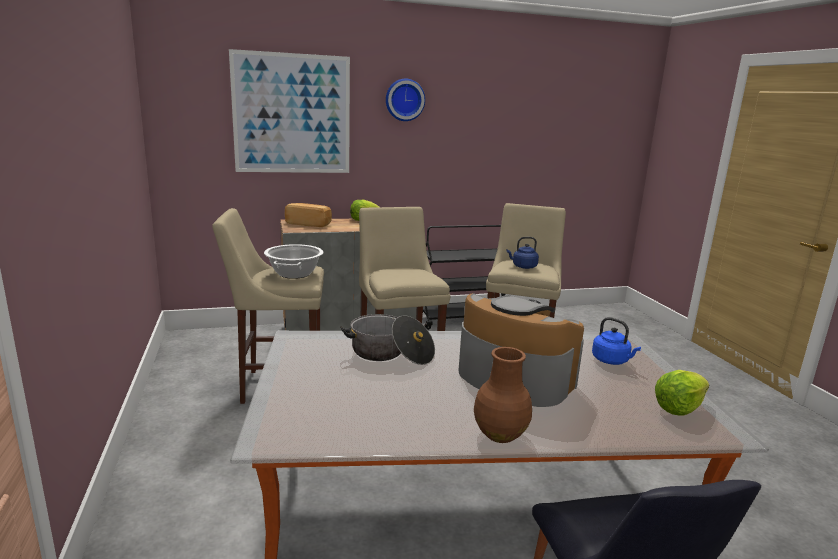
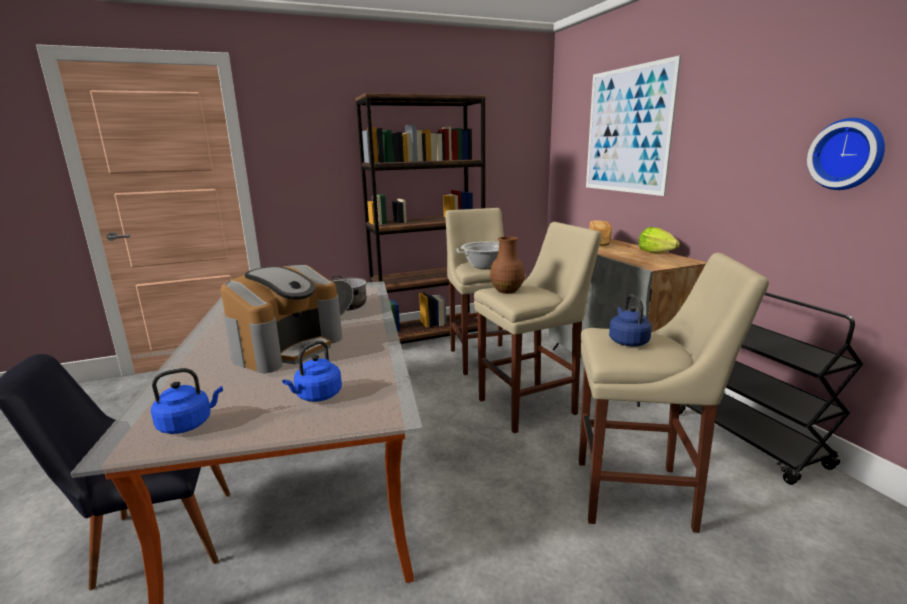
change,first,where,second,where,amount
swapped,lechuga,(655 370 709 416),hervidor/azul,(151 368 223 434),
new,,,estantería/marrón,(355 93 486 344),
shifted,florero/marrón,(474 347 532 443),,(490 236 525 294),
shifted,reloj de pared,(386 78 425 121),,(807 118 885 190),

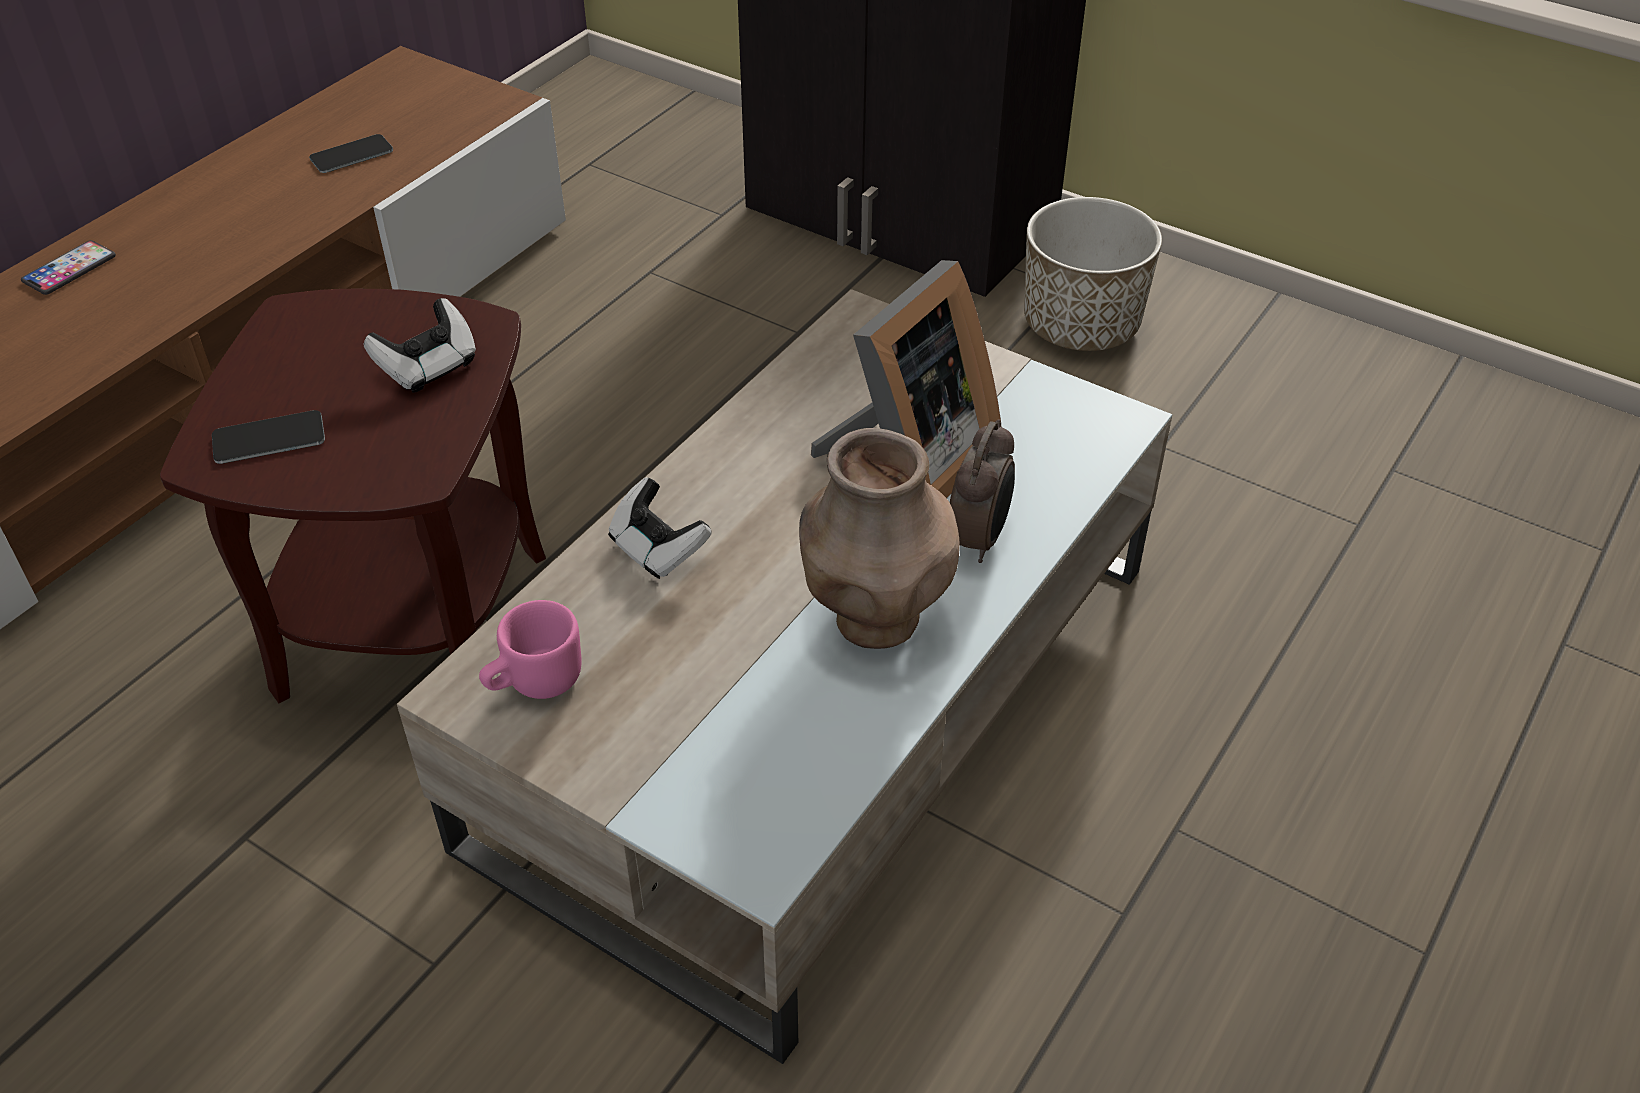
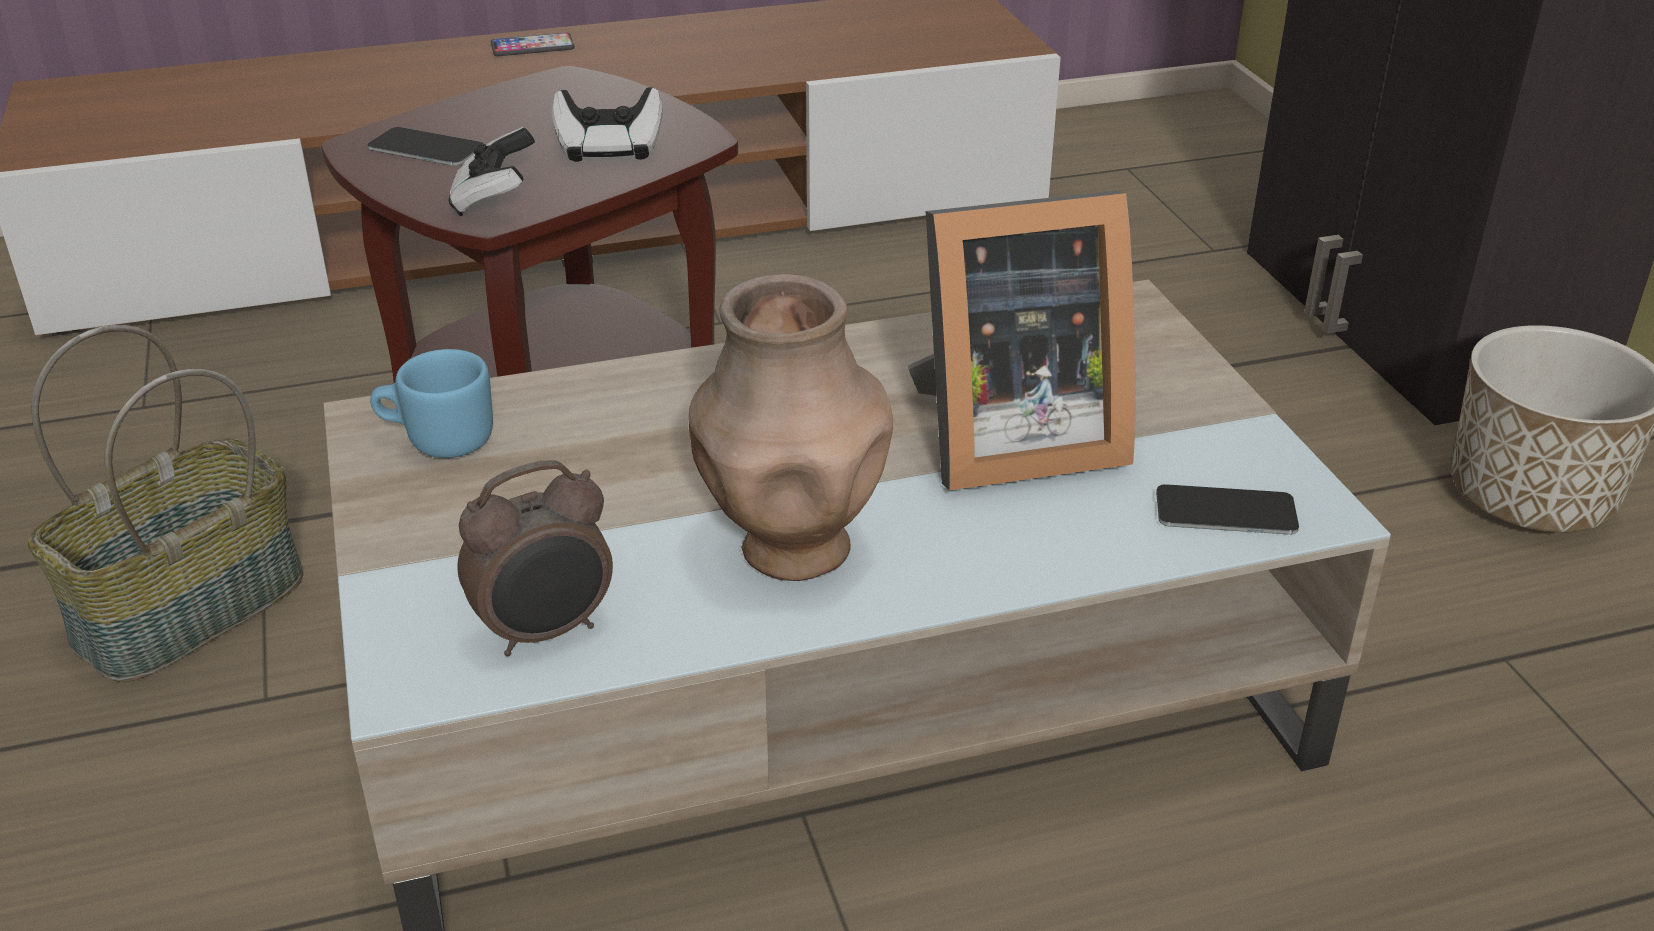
change,first,where,second,where,amount
new,,,cesta,(28 325 303 683),
repainted,taza grande/rosa,(479 600 582 699),taza grande/azul,(370 349 493 458),
shifted,mando de consola,(608 477 712 579),,(449 127 535 216),
shifted,despertador,(950 419 1015 563),,(458 460 613 656),
shifted,móvil,(309 134 393 173),,(1156 484 1299 535),

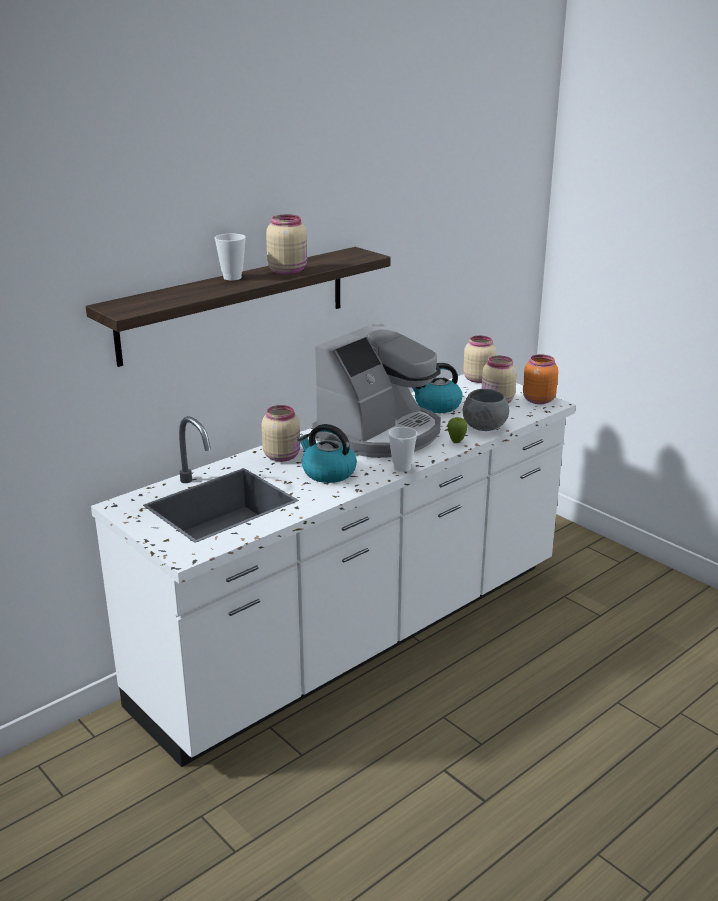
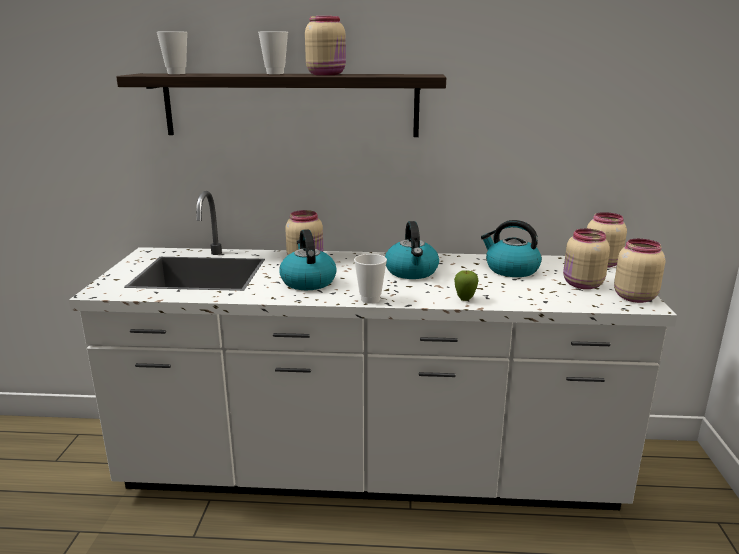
change,first,where,second,where,amount
new,,,taza,(157 31 188 74),
swapped,cafetera,(312 322 441 458),hervidor,(385 221 439 279),
repainted,tarro/naranja,(523 354 558 404),tarro/beis,(614 239 665 303),
gone,cuenco/gris,(463 389 509 431),,,

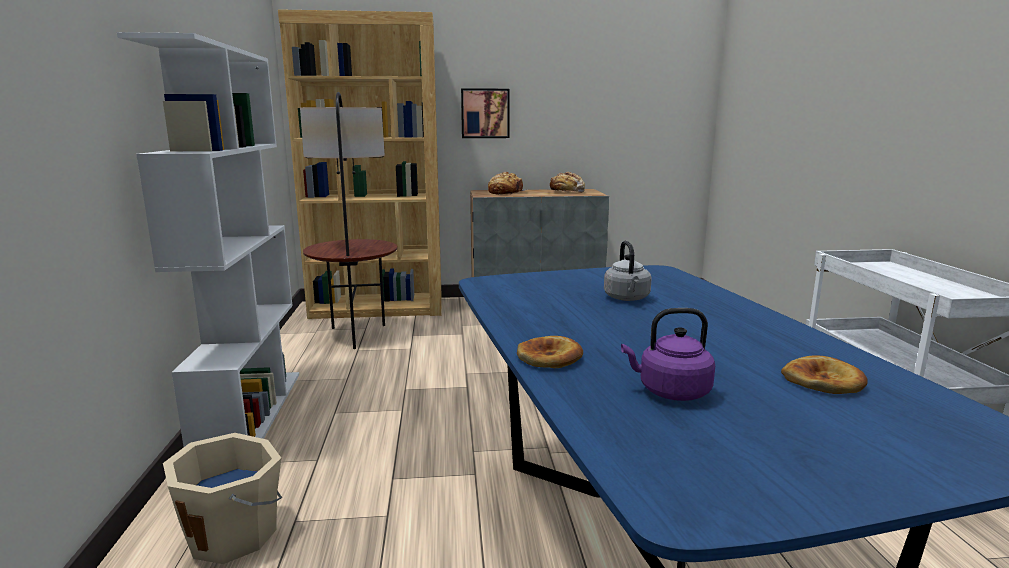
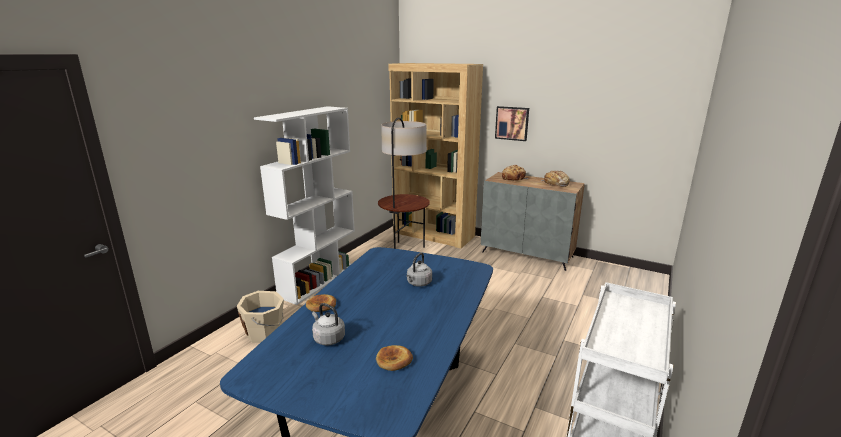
change,first,where,second,where,amount
repainted,hervidor/morado,(621 308 715 401),hervidor/gris,(312 303 345 346),

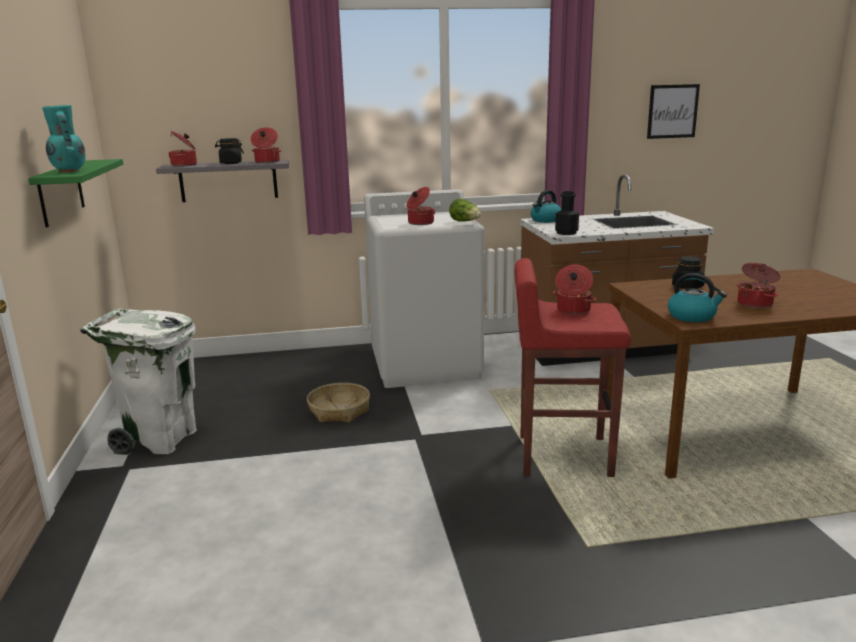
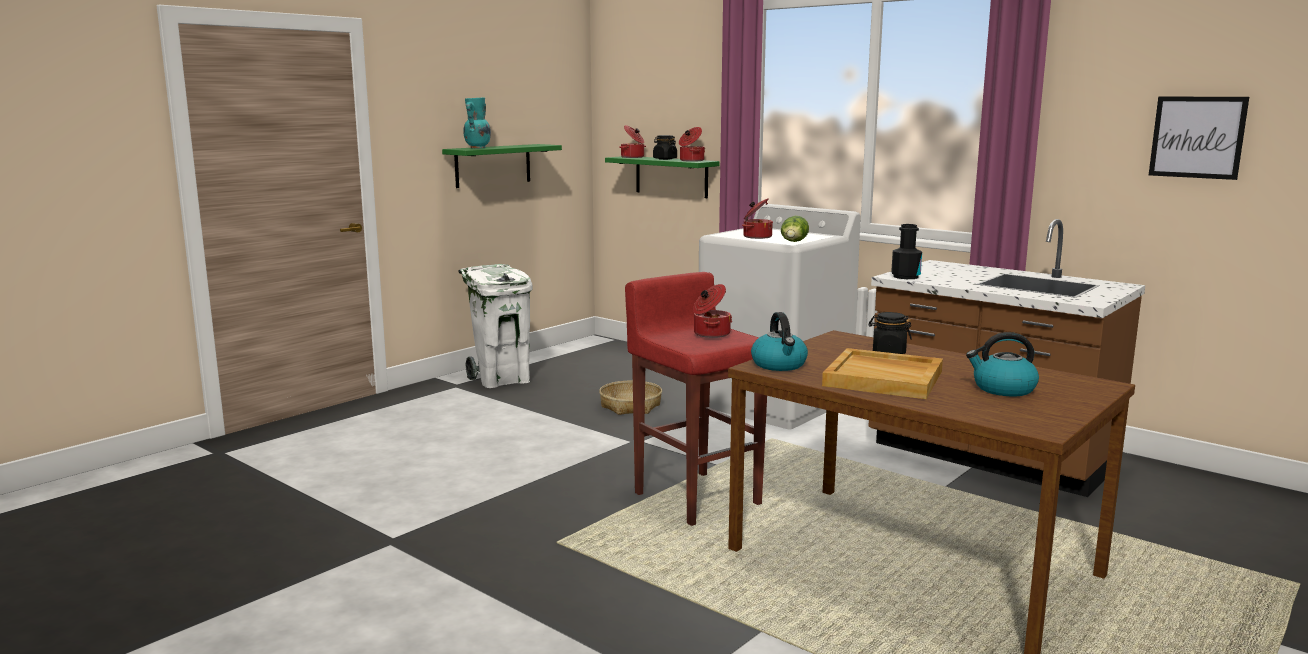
change,first,where,second,where,amount
repainted,estante/gris,(156 160 289 202),estante/verde,(605 156 720 198),
swapped,olla,(737 263 780 308),bandeja/beis,(822 348 943 399),
shifted,hervidor,(531 190 562 223),,(966 332 1039 396),

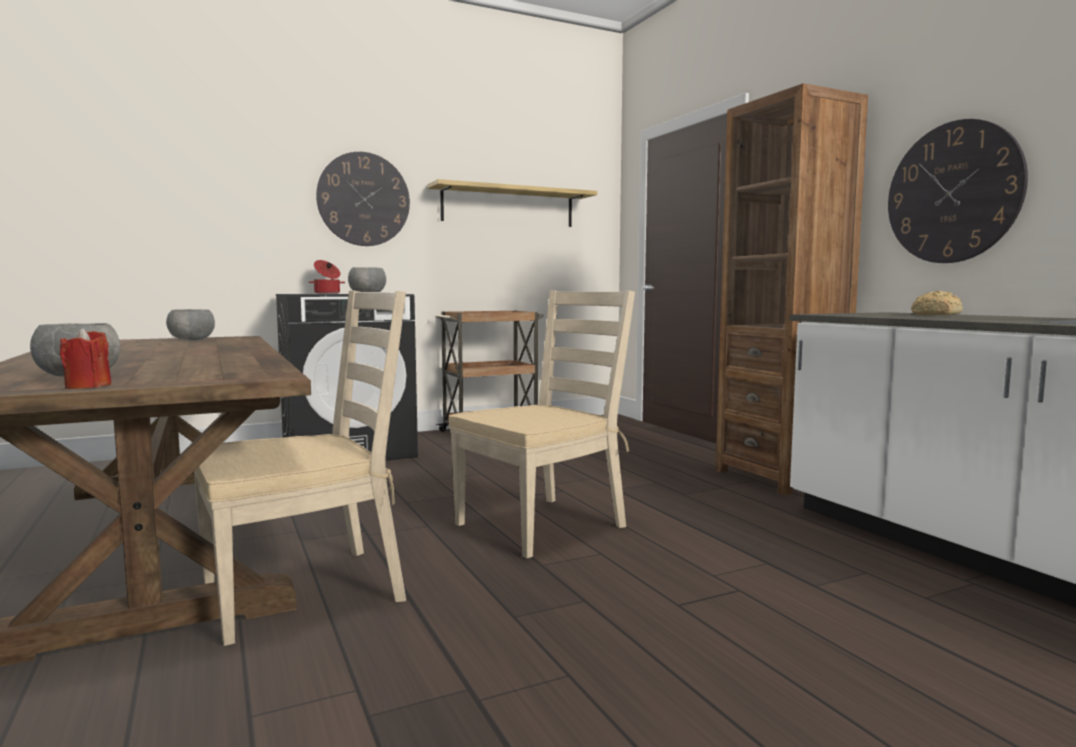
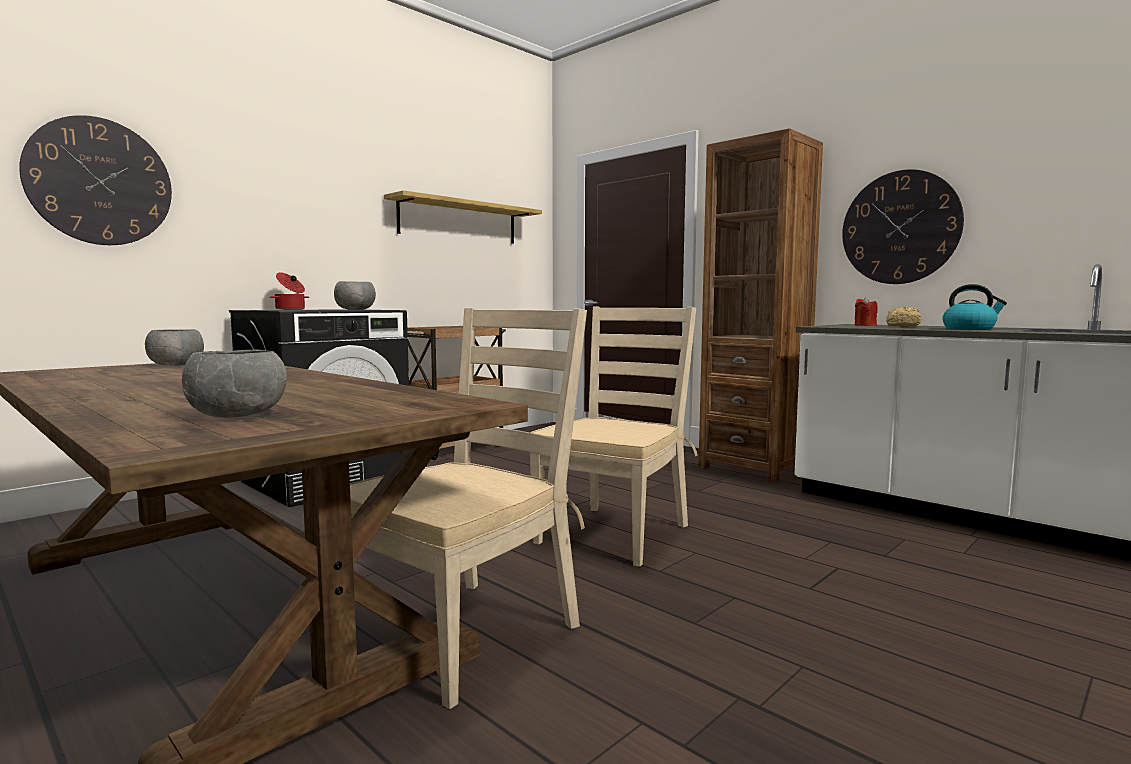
change,first,where,second,where,amount
shifted,reloj de pared,(316 152 410 246),,(19 115 172 245),
shifted,vela/rojo,(60 328 112 389),,(855 297 878 326),
new,,,hervidor,(942 284 1007 330),

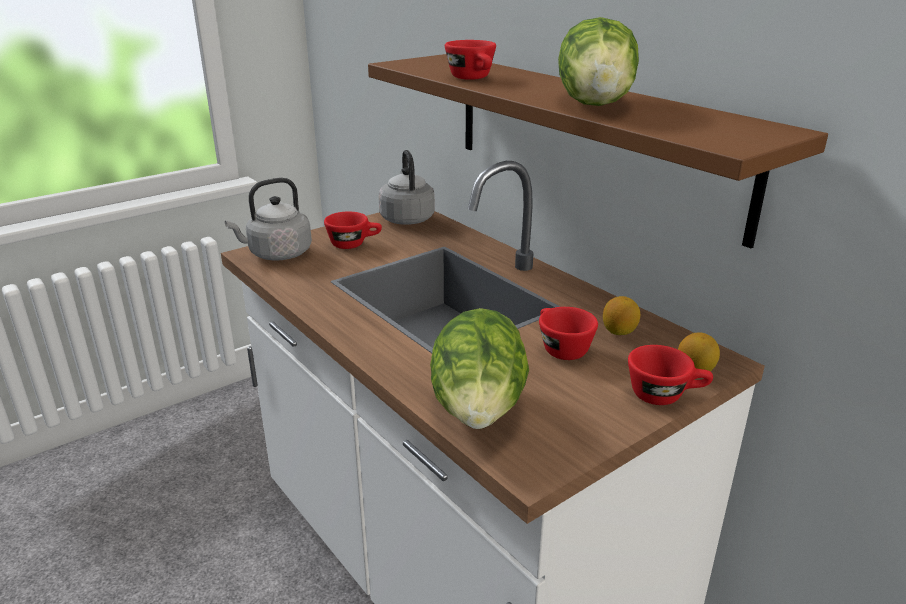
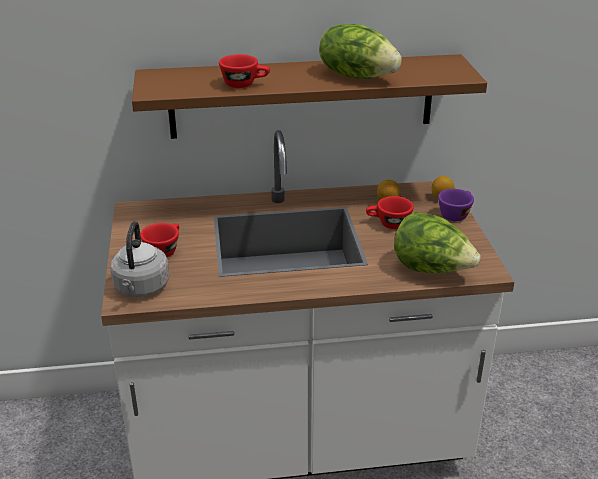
change,first,where,second,where,amount
repainted,taza/rojo,(628 345 713 405),taza/morado,(438 189 474 221),
gone,hervidor/gris,(379 150 435 225),,,

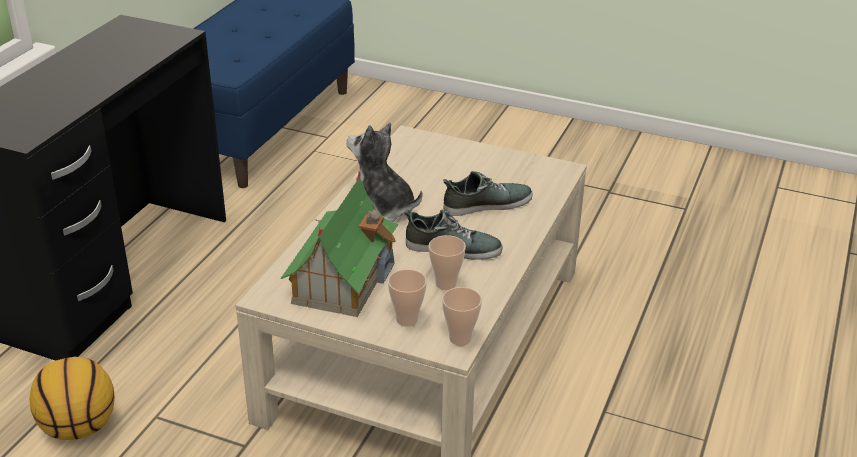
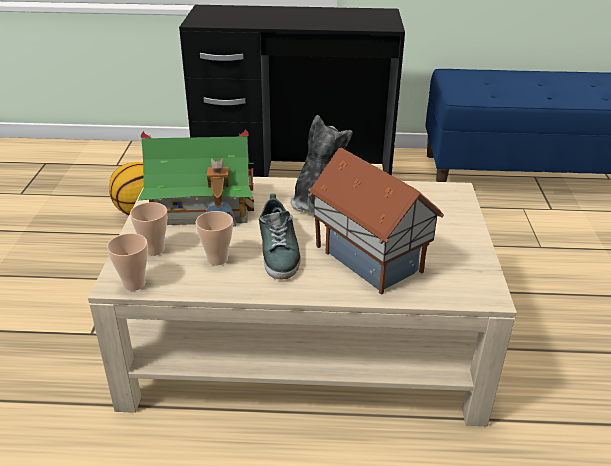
change,first,where,second,where,amount
swapped,zapato,(443 171 533 216),casita,(308 148 444 295),

